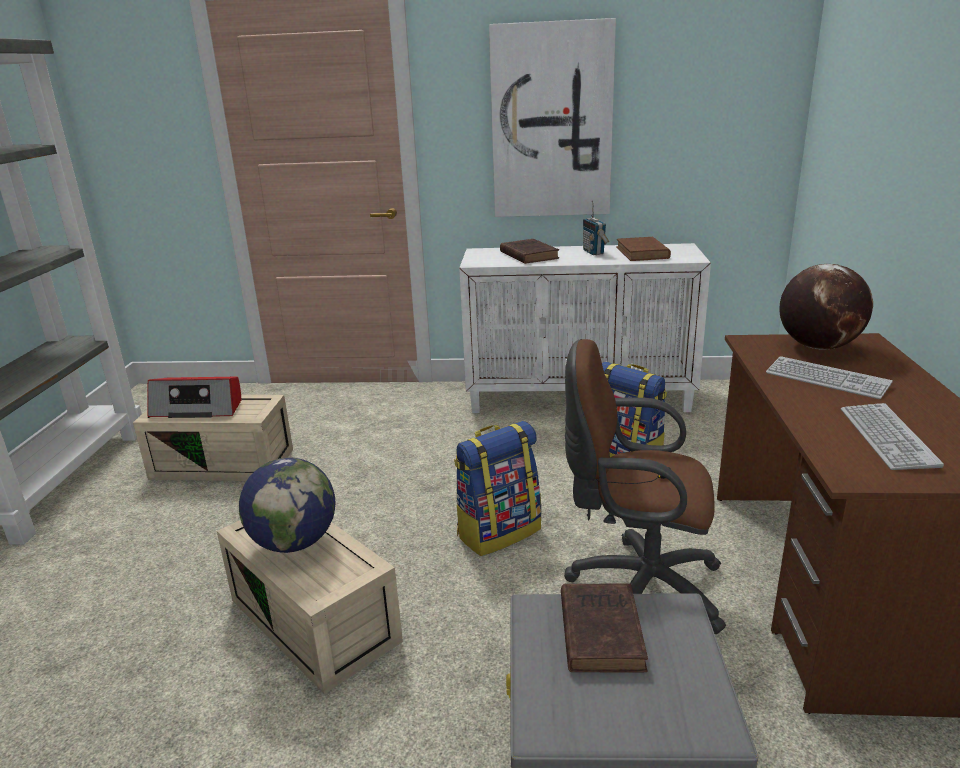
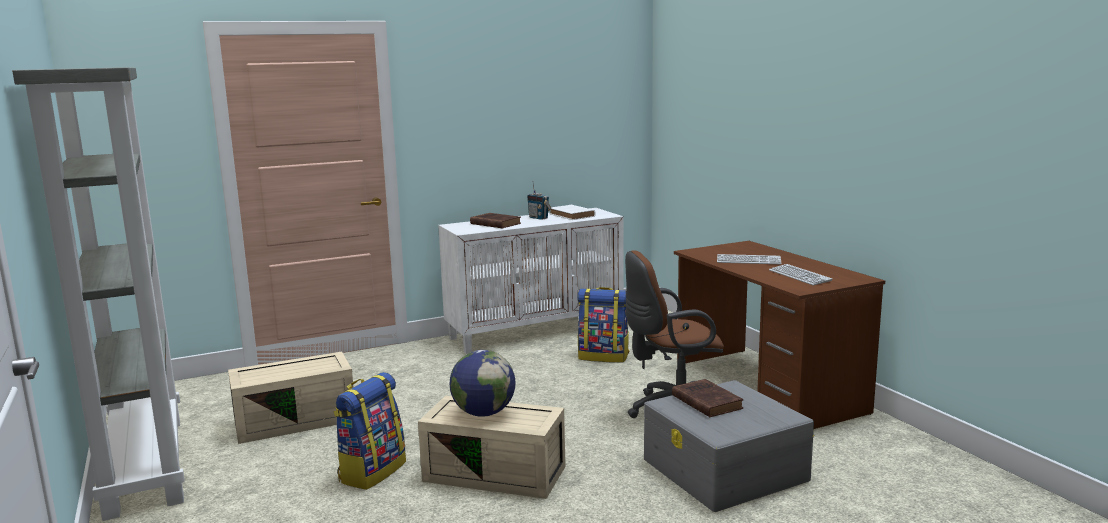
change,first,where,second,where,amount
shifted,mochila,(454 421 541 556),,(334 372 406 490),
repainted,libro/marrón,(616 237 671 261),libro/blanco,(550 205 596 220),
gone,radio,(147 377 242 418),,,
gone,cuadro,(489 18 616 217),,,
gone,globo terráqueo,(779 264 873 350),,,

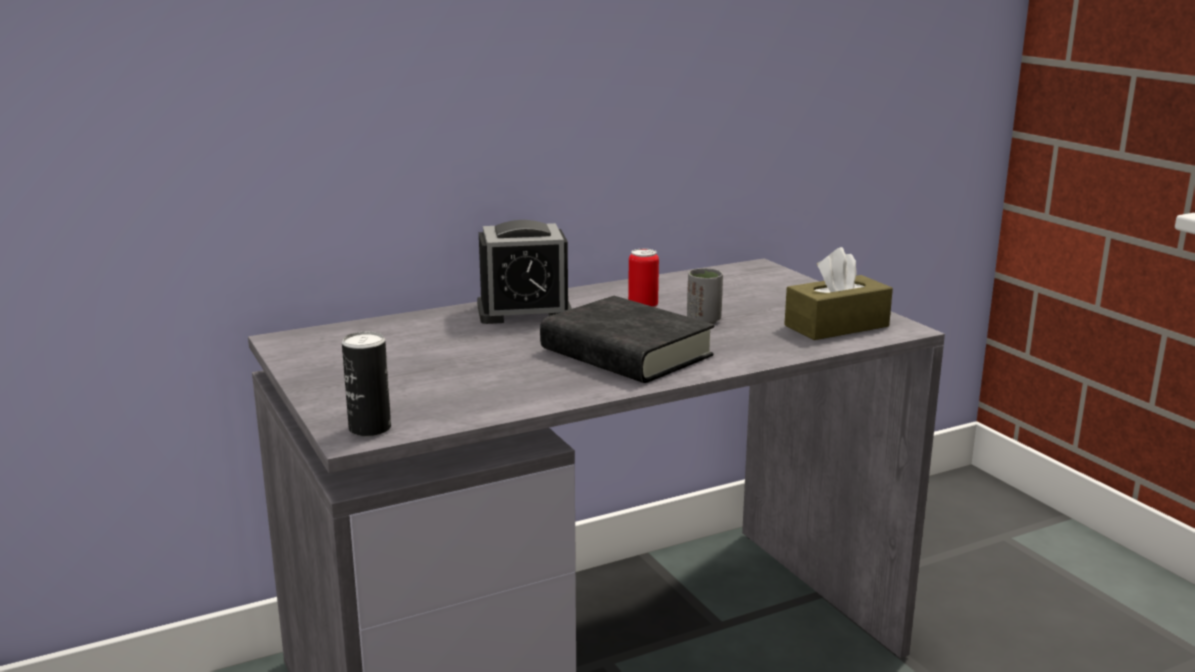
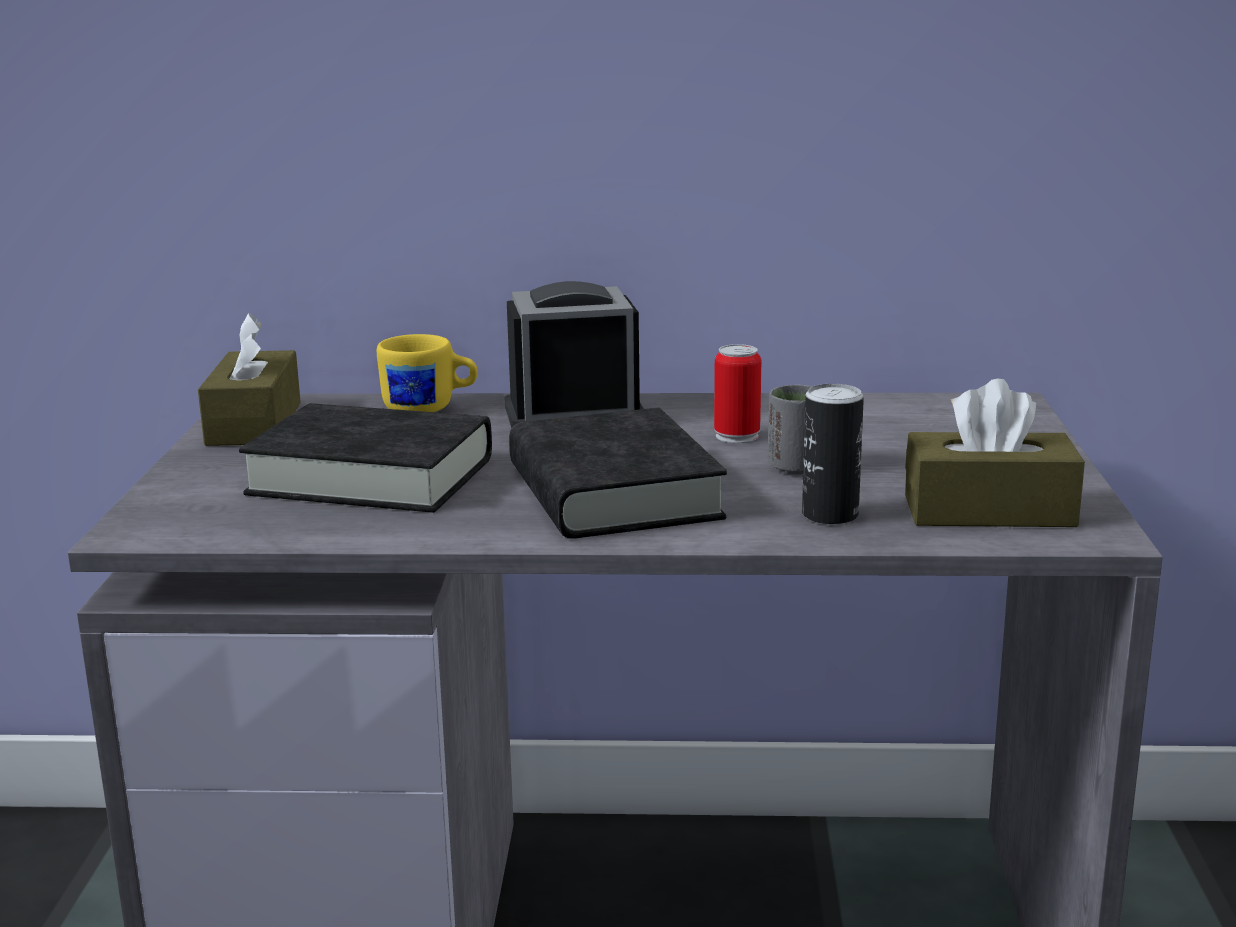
change,first,where,second,where,amount
new,,,caja de pañuelos/marrón,(198 313 301 446),
new,,,libro/negro,(239 403 492 513),
new,,,taza grande/amarillo,(377 334 478 412),
rotated,despertador,(477 220 572 324),,(505 281 644 428),150 degrees clockwise
shifted,lata,(342 332 391 436),,(802 384 864 525),

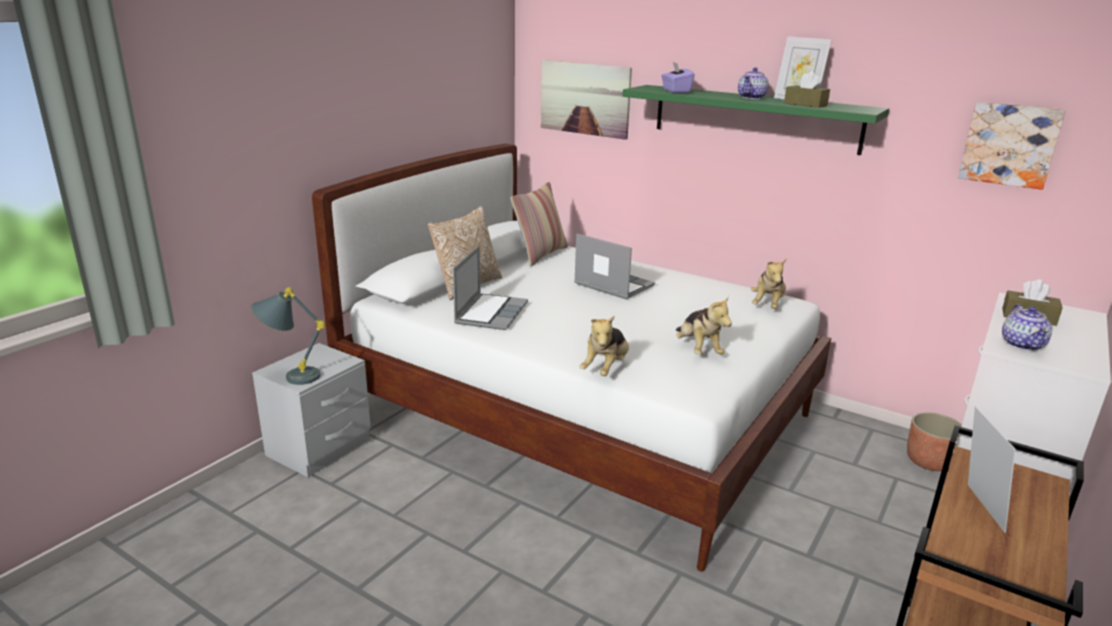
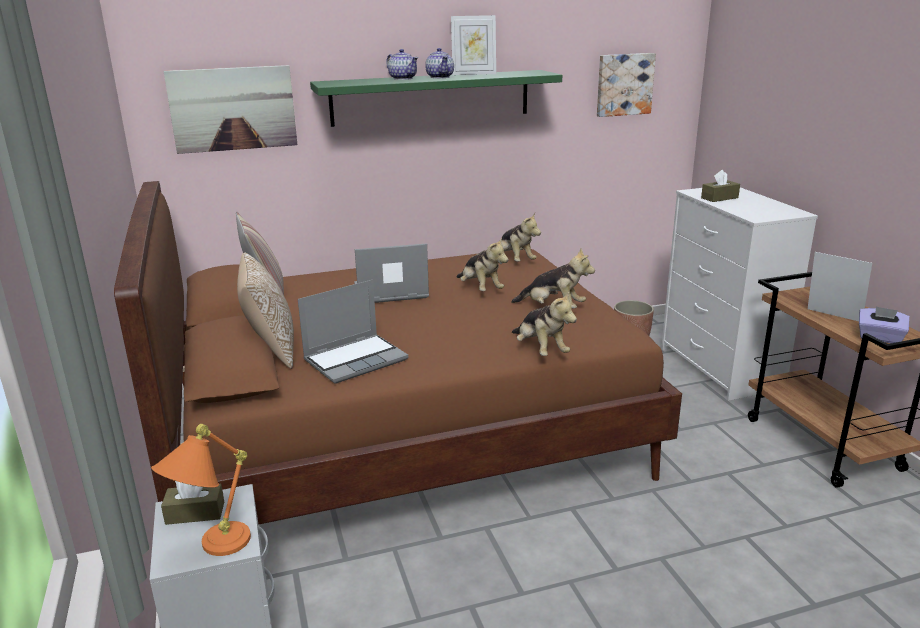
change,first,where,second,where,amount
repainted,cama/blanco,(312 144 831 572),cama/marrón,(114 181 682 524),
repainted,lámpara de mesa/gris,(251 287 325 385),lámpara de mesa/naranja,(151 424 251 556),
shifted,caja de pañuelos/marrón,(784 71 830 108),,(161 481 224 525),
rotated,portátil,(453 246 528 330),,(298 279 408 384),90 degrees clockwise
shifted,tetera,(1002 304 1052 351),,(386 49 418 80),
new,,,peluche,(457 237 509 291),
shifted,caja de pañuelos/morado,(661 62 695 93),,(859 306 909 343),

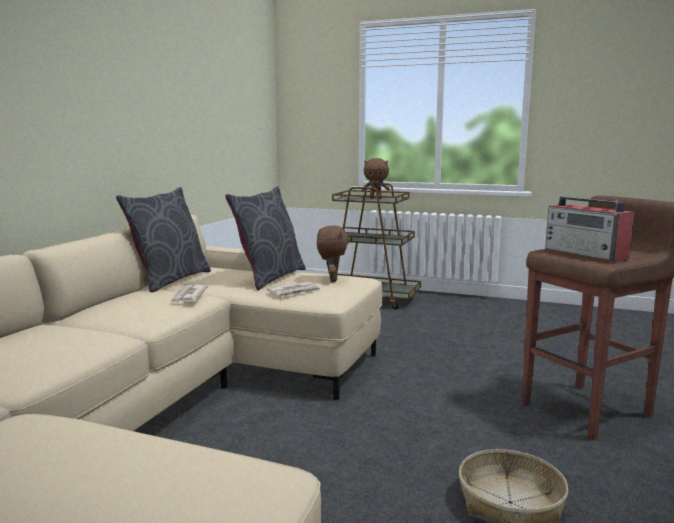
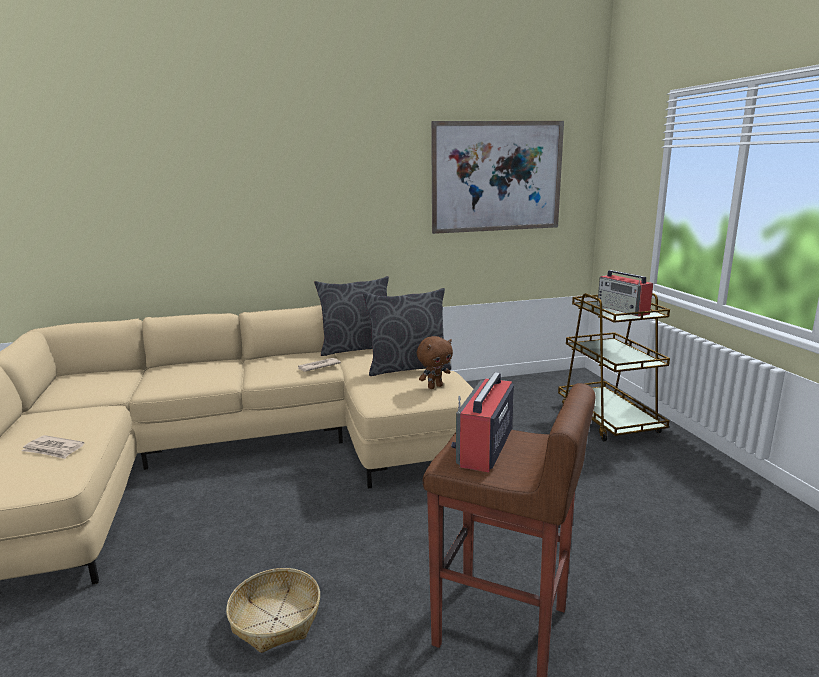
change,first,where,second,where,amount
shifted,periódico,(267 282 322 297),,(21 435 84 459),
new,,,cuadro,(431 121 564 234),
swapped,peluche/marrón,(362 158 390 199),radio,(597 270 653 317),

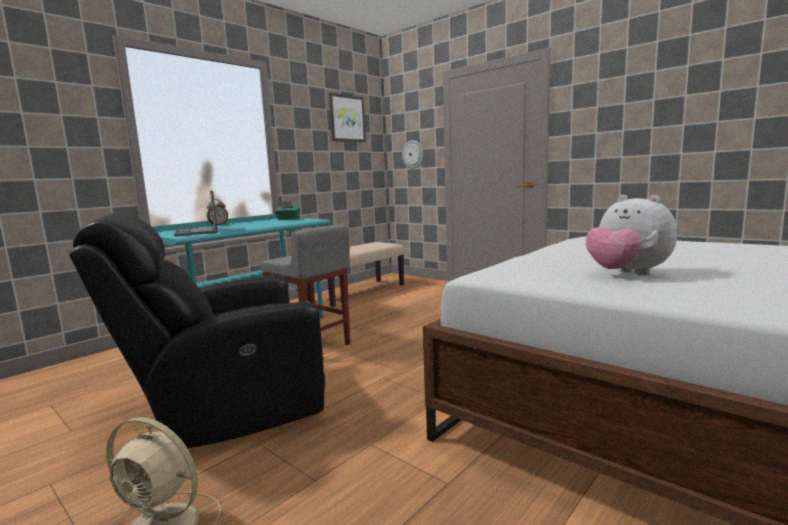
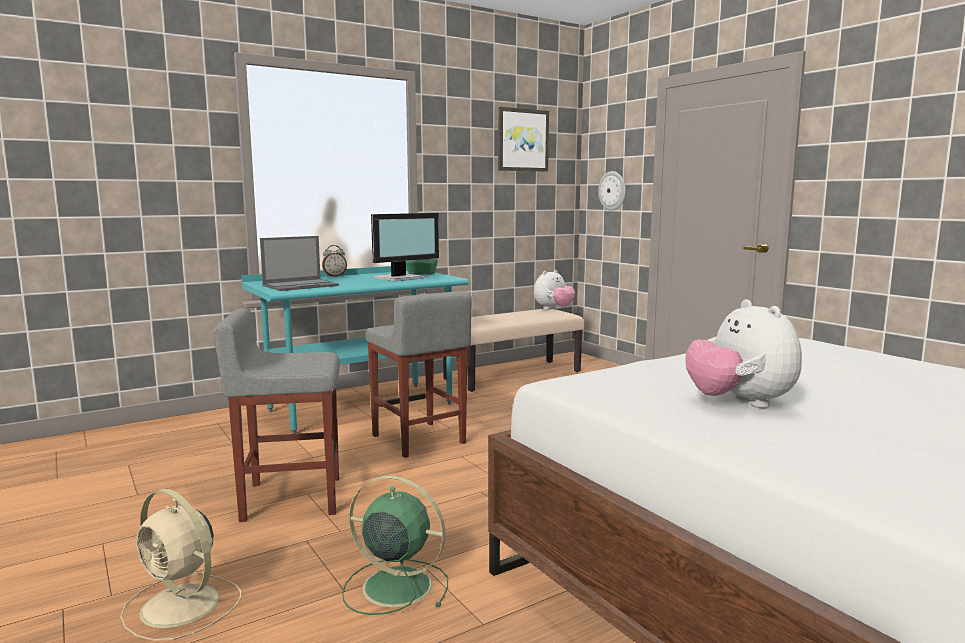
change,first,where,second,where,amount
swapped,sillón/negro,(69 212 325 448),taburete/gris,(214 308 340 522),
rotated,portátil,(174 190 218 236),,(260 236 339 291),120 degrees counterclockwise
new,,,ventilador/verde,(342 476 448 615),
new,,,monitor,(371 213 439 281),
new,,,peluche,(534 270 575 310),

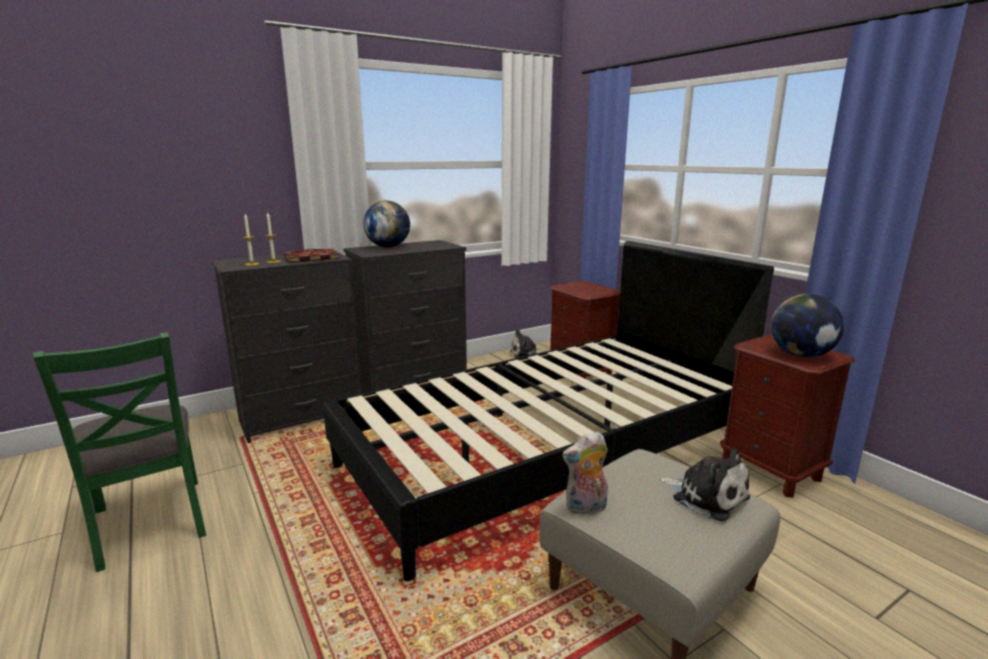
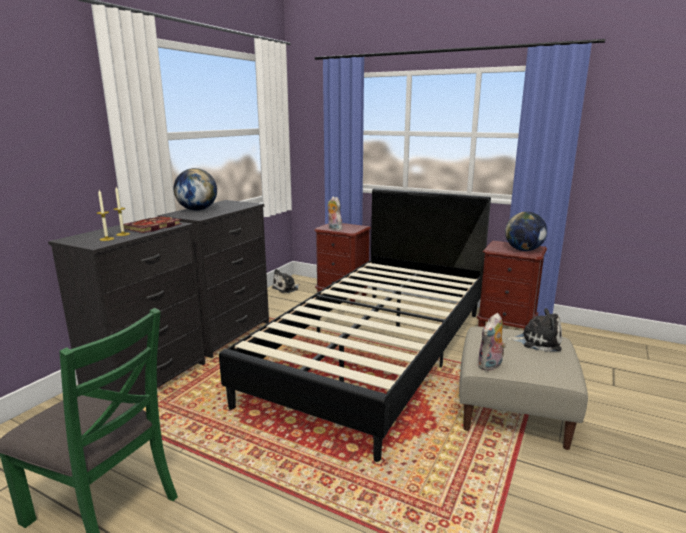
change,first,where,second,where,amount
new,,,peluche,(328 196 343 231),

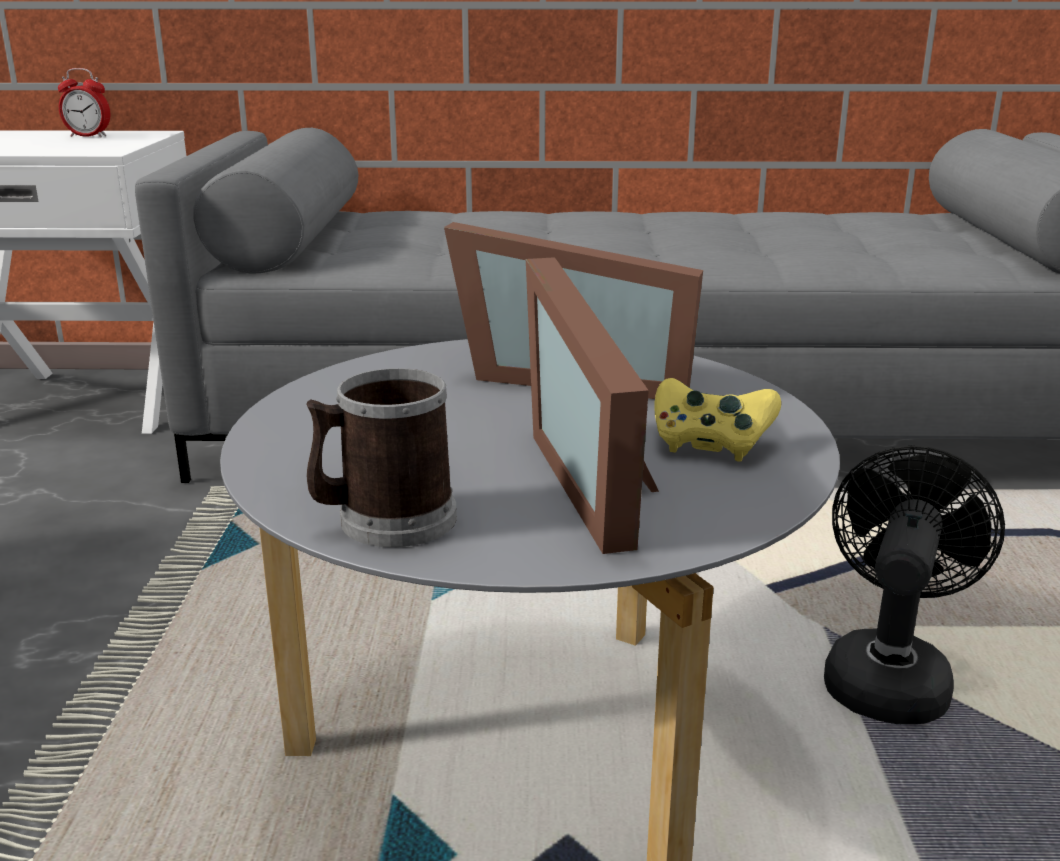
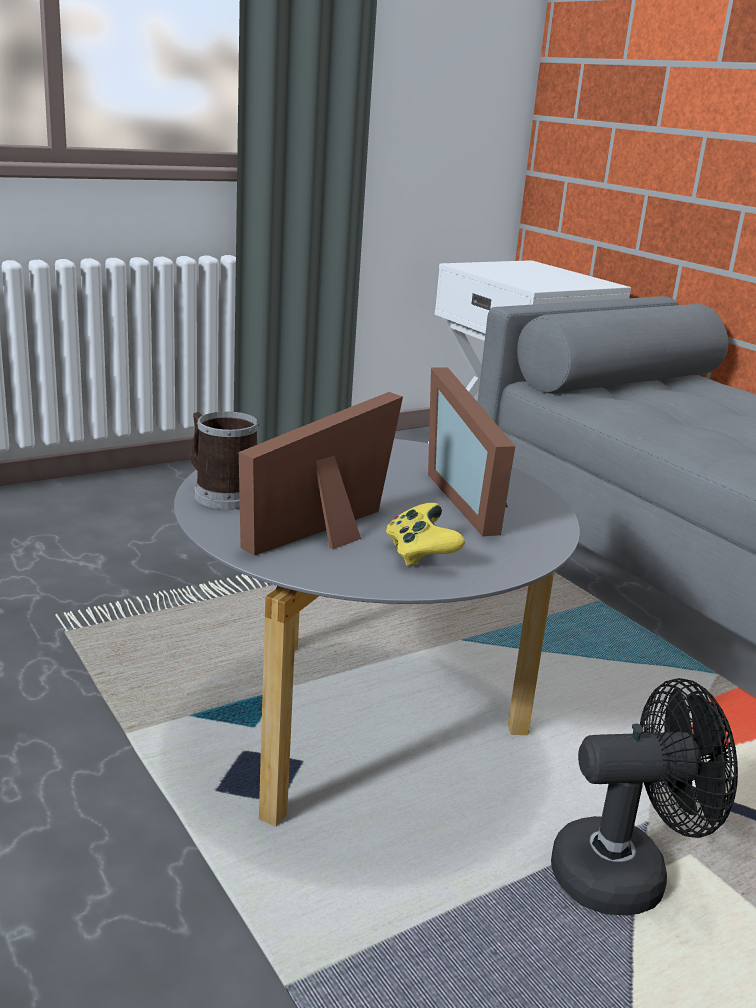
change,first,where,second,where,amount
gone,despertador,(58 68 110 137),,,

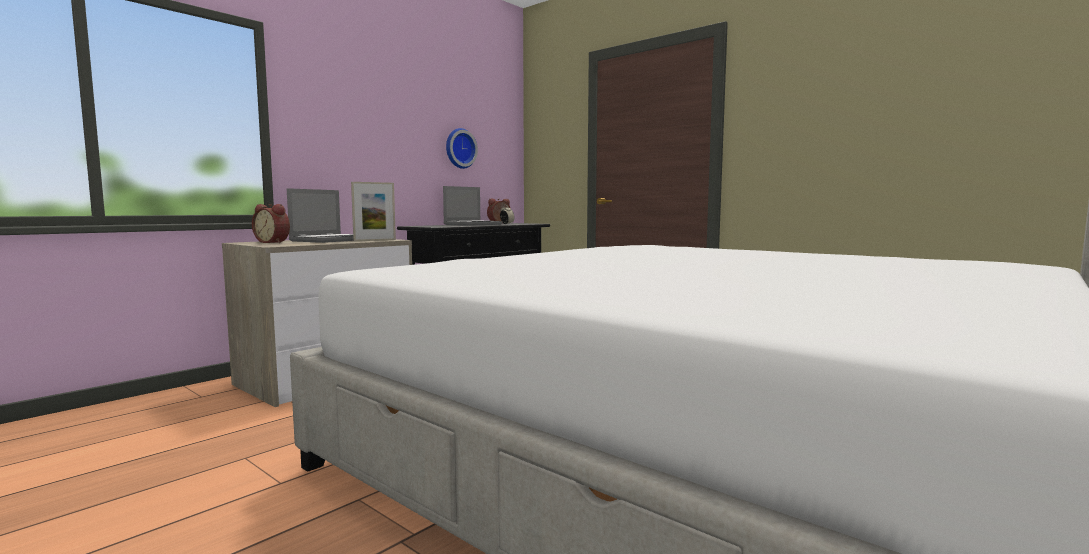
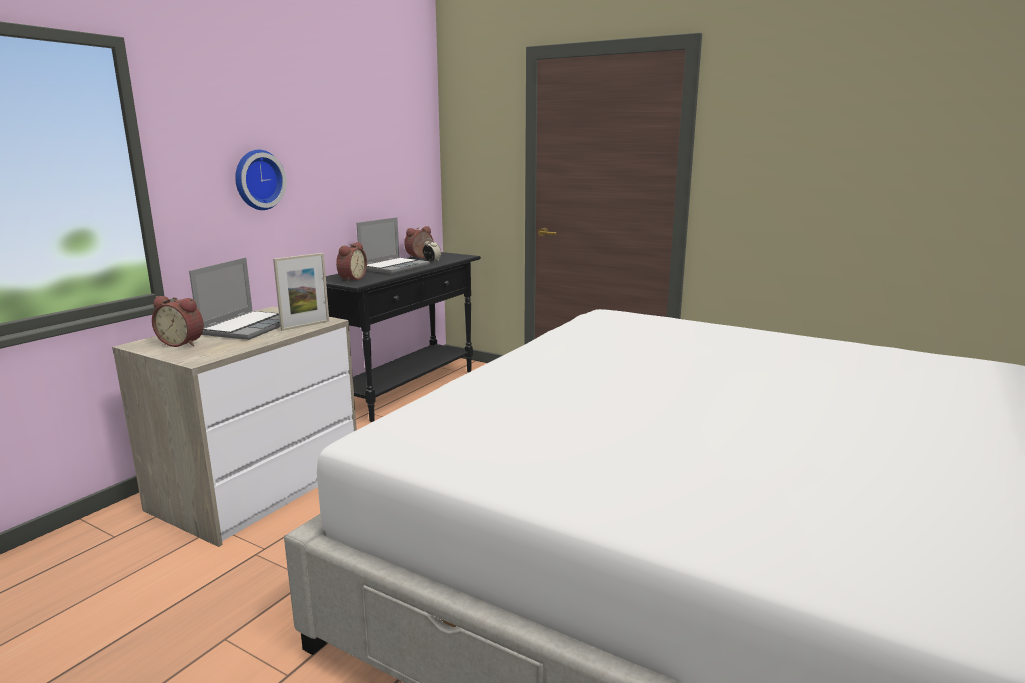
change,first,where,second,where,amount
shifted,reloj de pared,(446 128 478 169),,(235 150 287 210),
new,,,despertador,(336 242 367 282),

